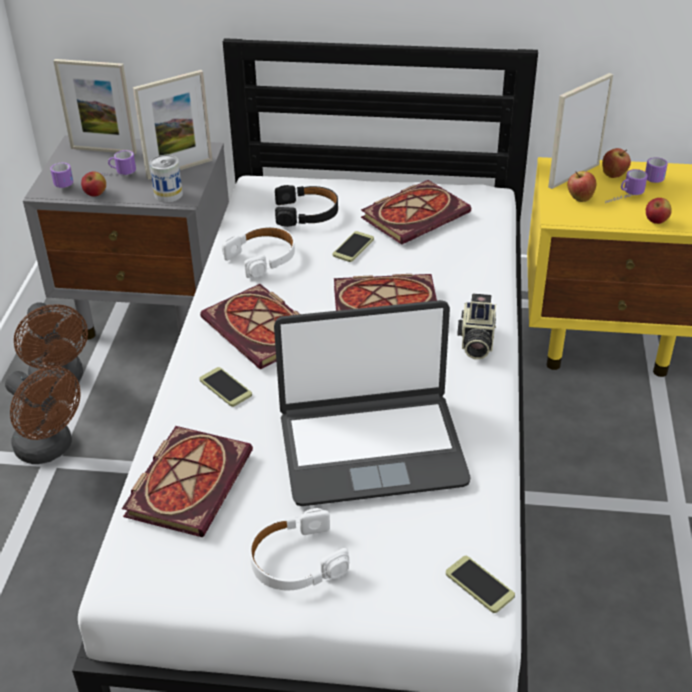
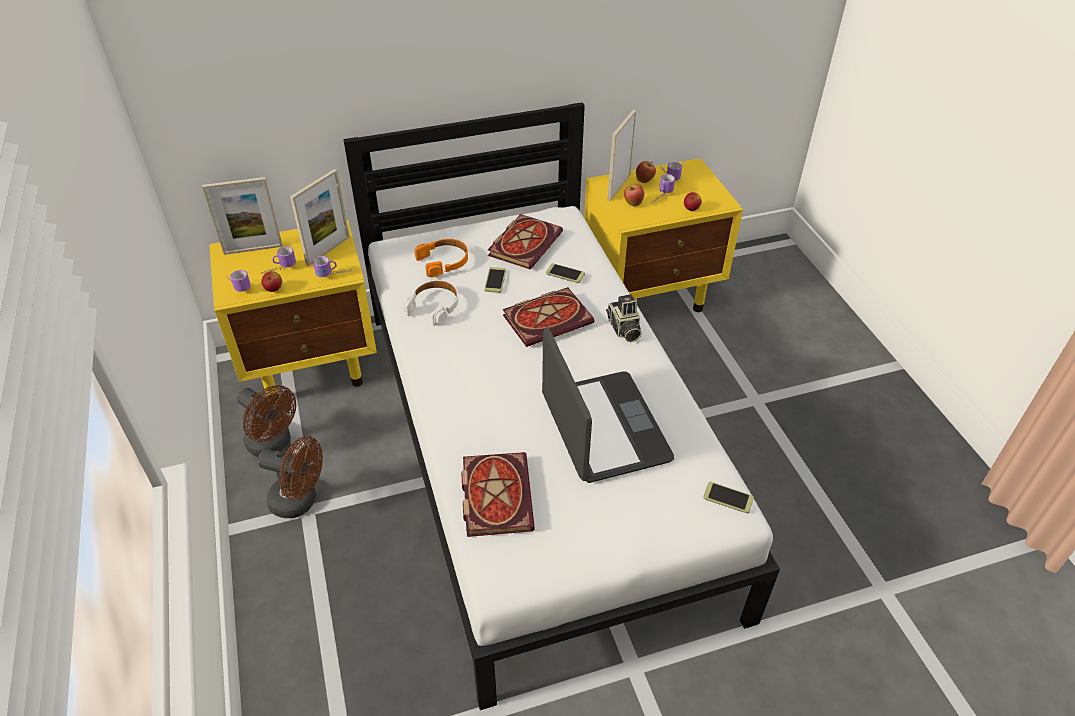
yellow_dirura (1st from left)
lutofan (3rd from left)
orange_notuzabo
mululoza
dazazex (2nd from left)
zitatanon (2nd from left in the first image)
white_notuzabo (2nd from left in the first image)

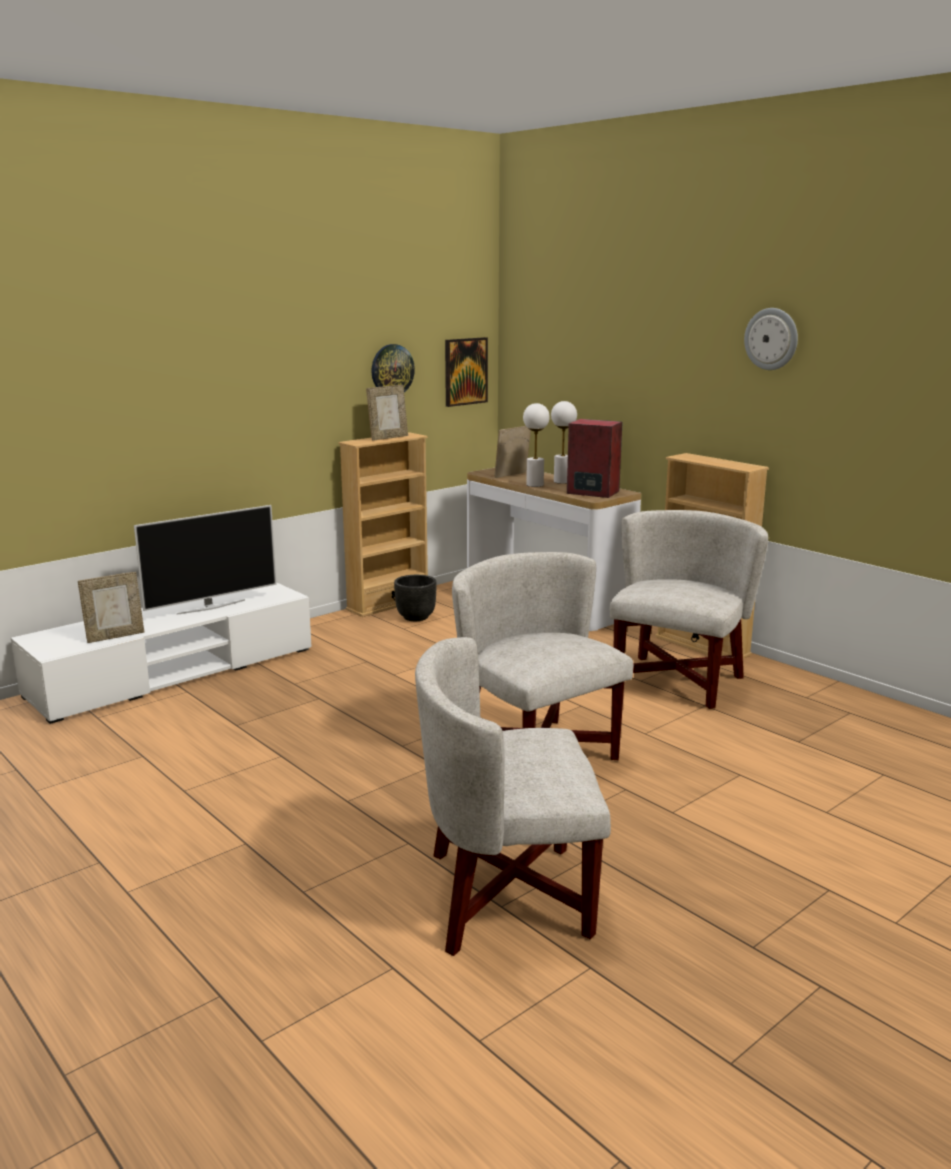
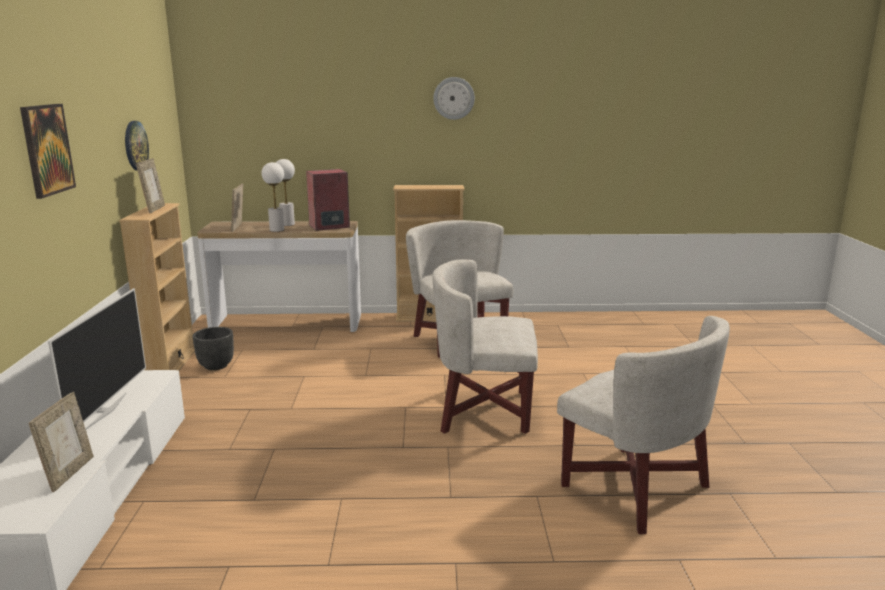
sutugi
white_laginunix (3rd from left)

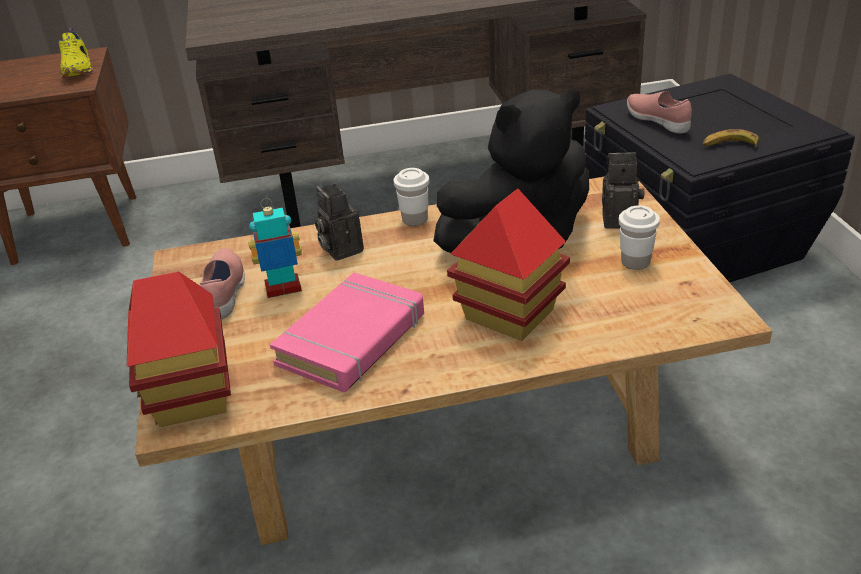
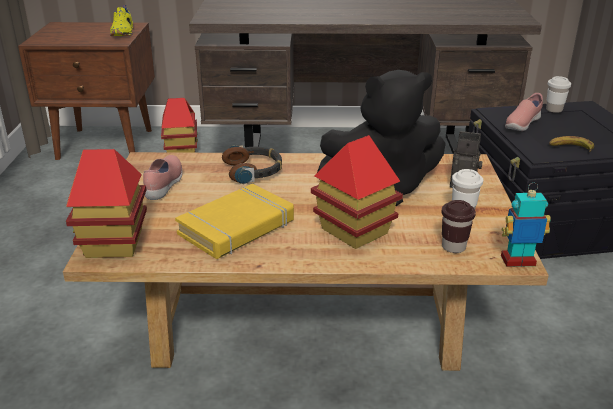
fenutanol (2nd from left)
yellow_zitatanon
notuzabo
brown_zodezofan
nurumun
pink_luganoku (2nd from left)
white_zodezofan (2nd from left)

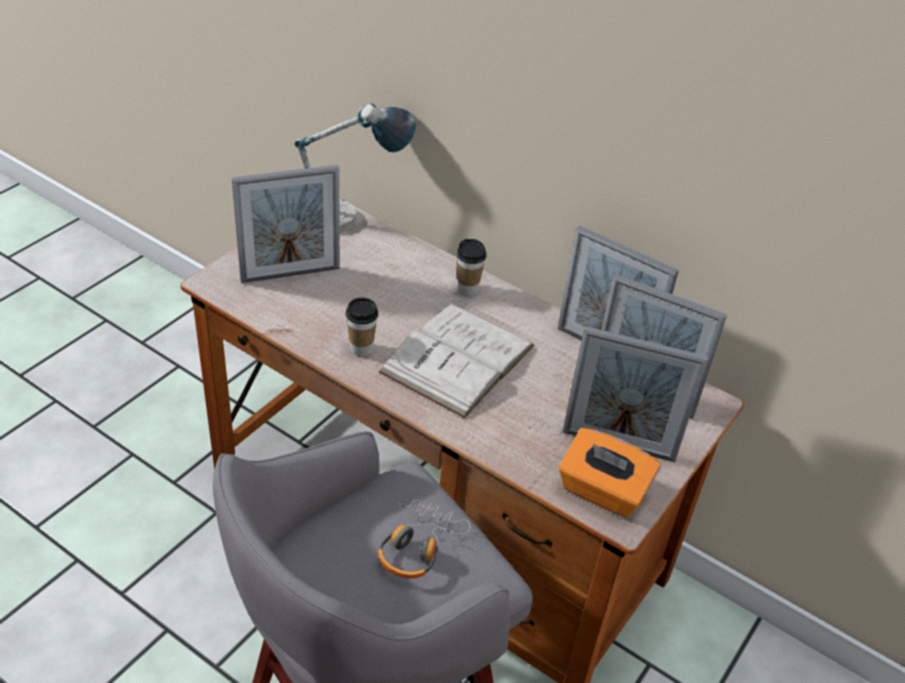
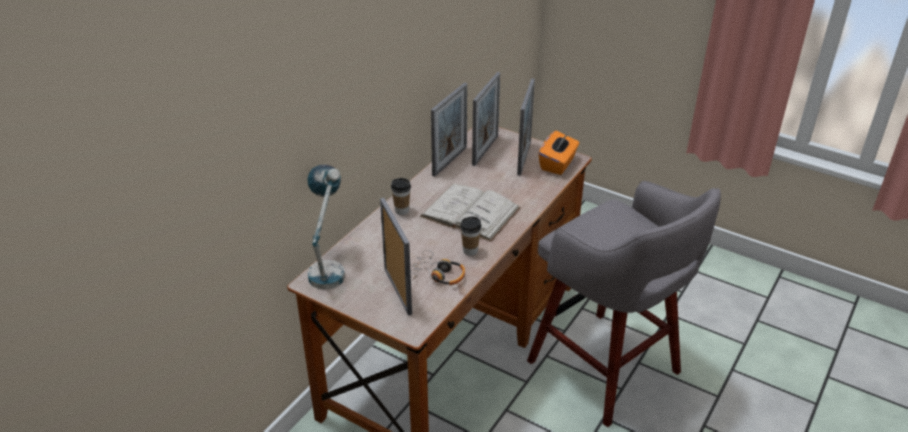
notuzabo

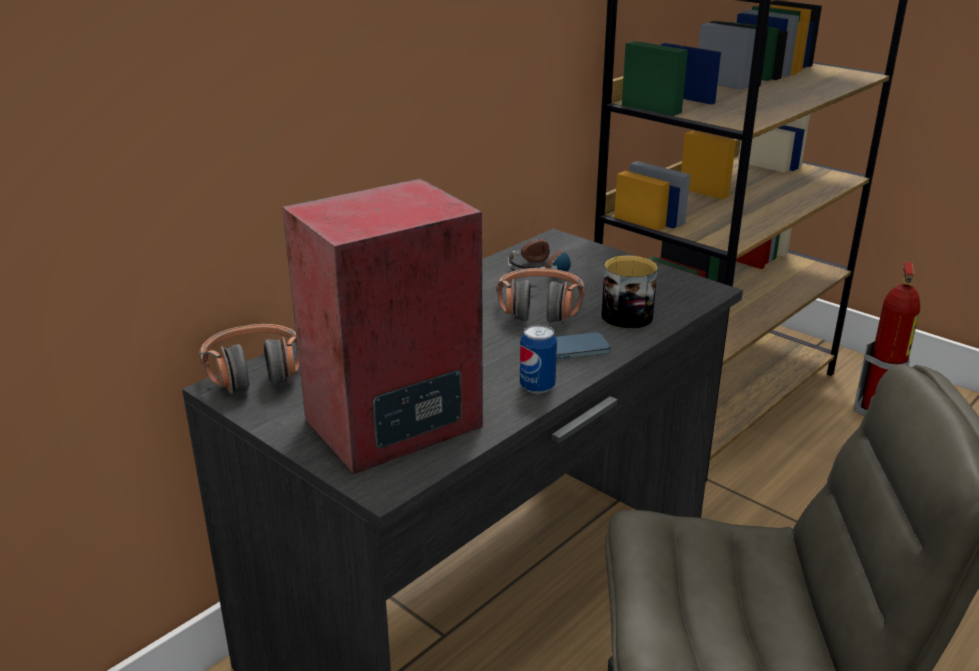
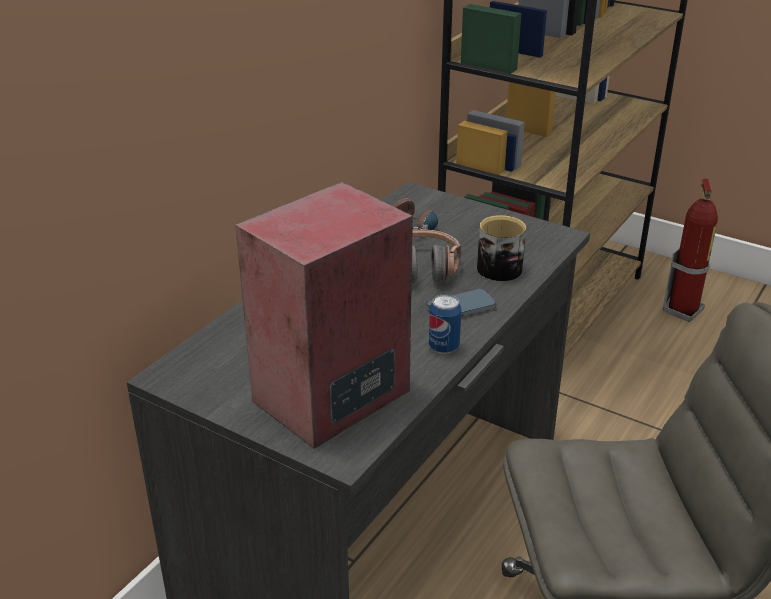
notuzabo (1st from left in the first image)

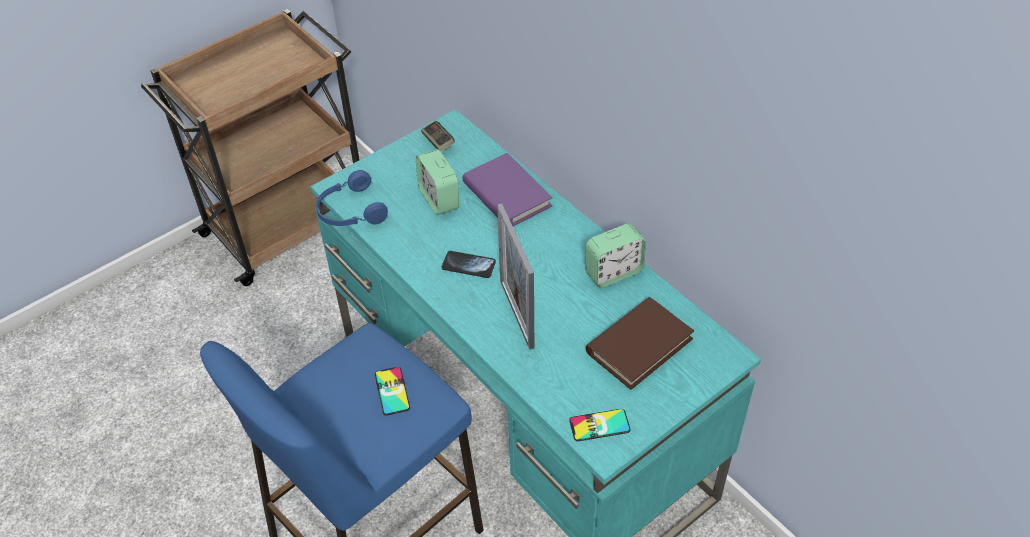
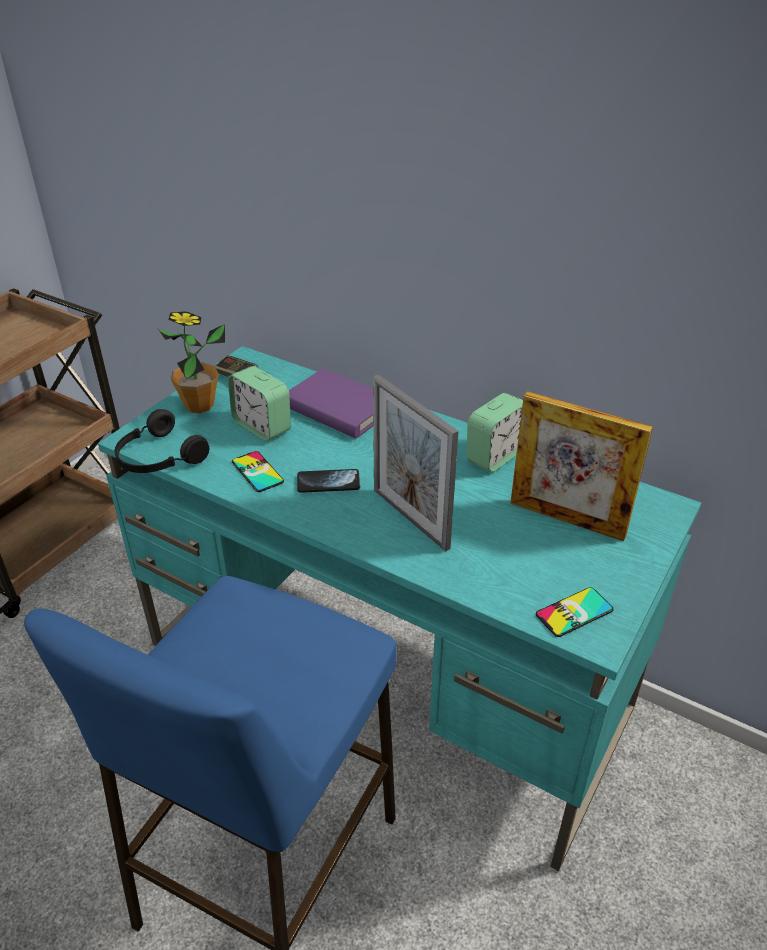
black_notuzabo
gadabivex
dazazex (1st from left)
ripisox (2nd from left)

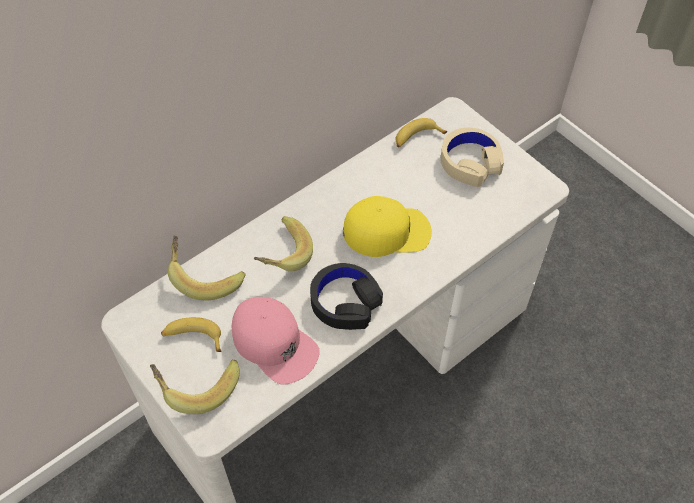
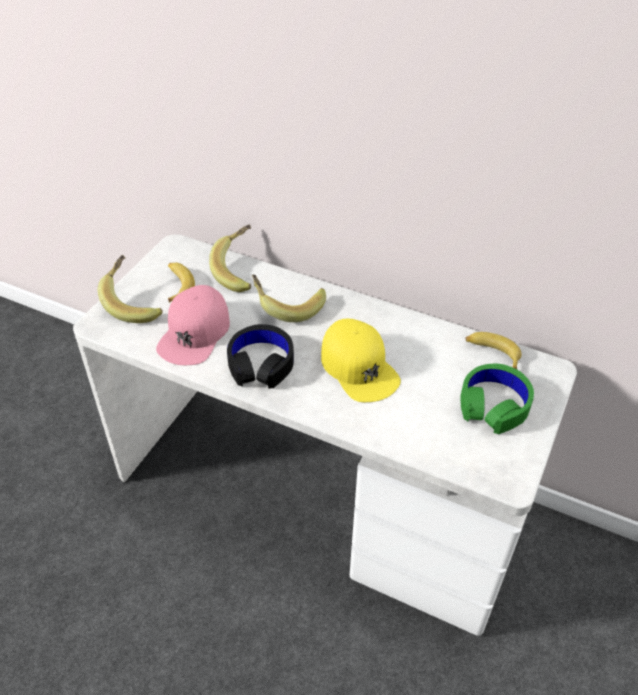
green_notuzabo

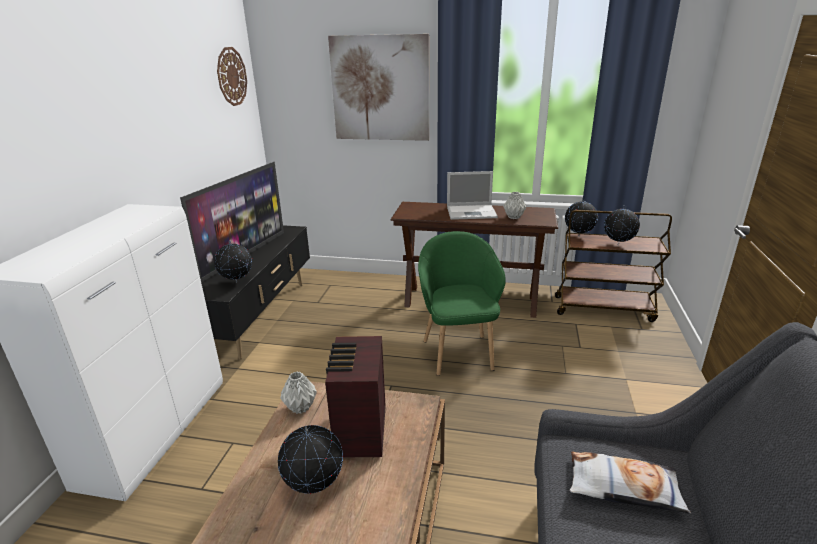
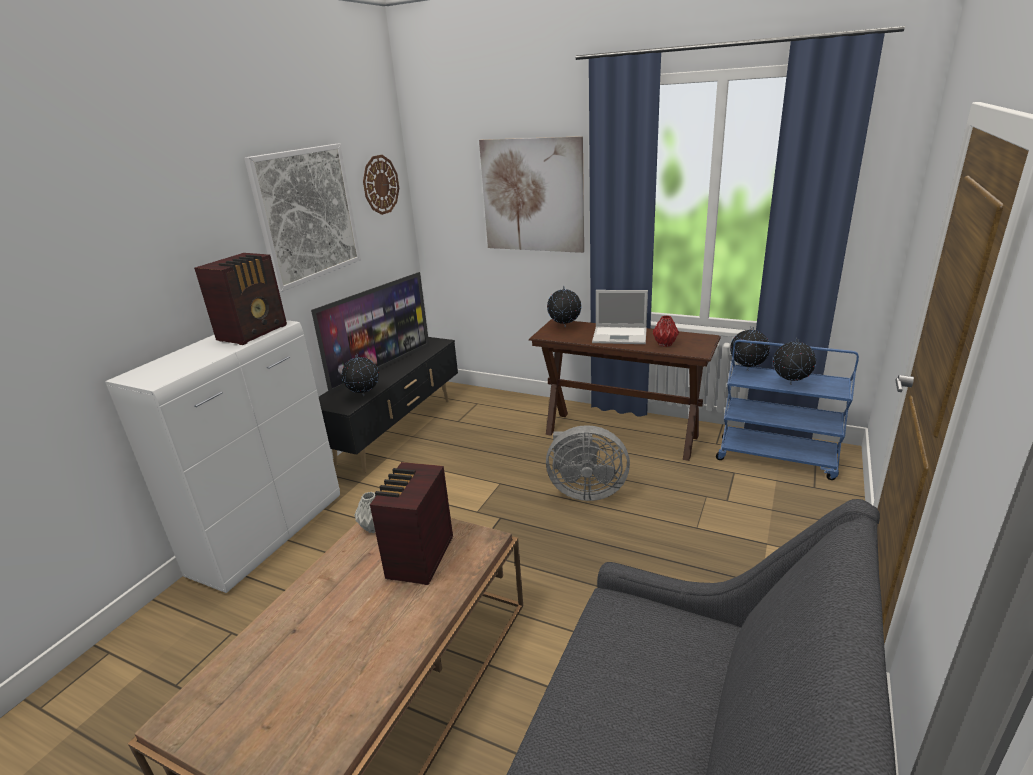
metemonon (1st from left)
sutugi (1st from left)
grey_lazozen
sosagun (2nd from left)
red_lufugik
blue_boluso
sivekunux

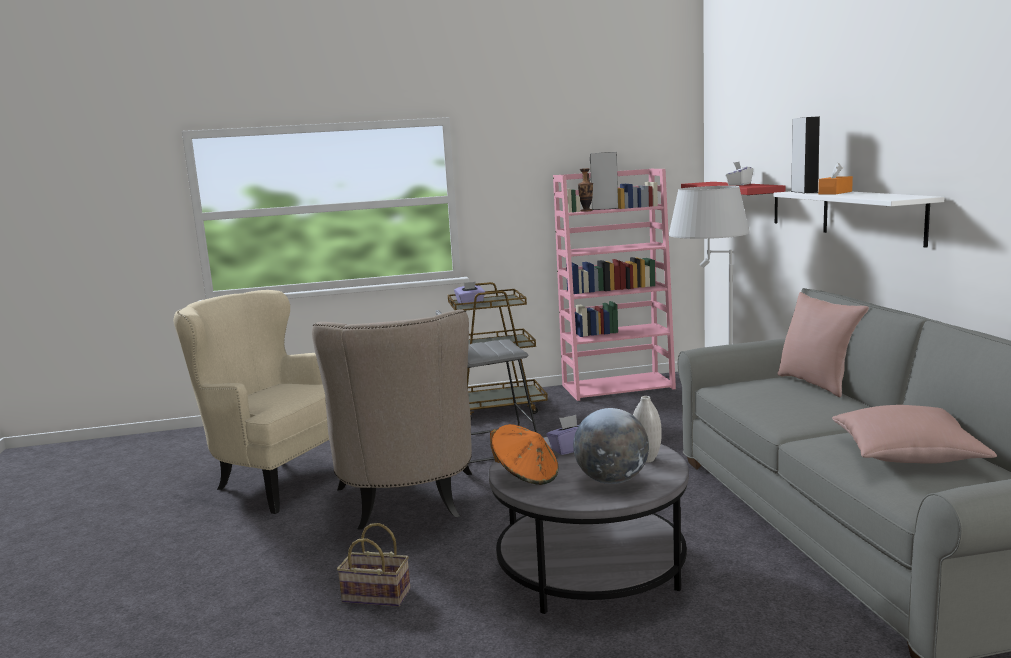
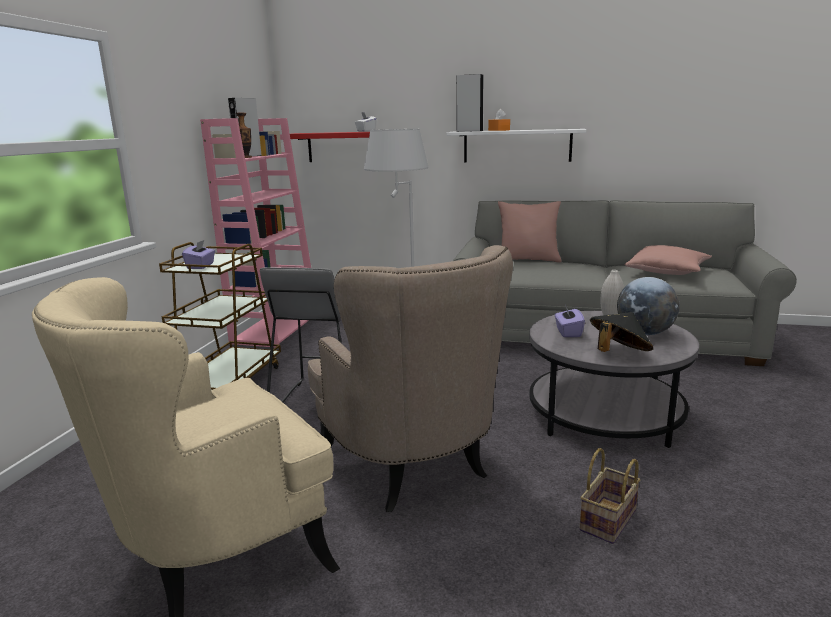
beige_laginunix (2nd from left)
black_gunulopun

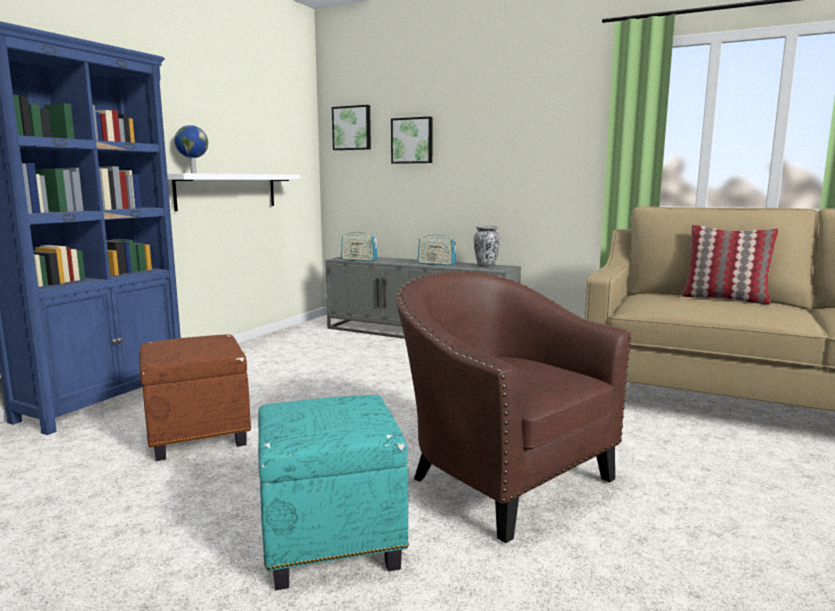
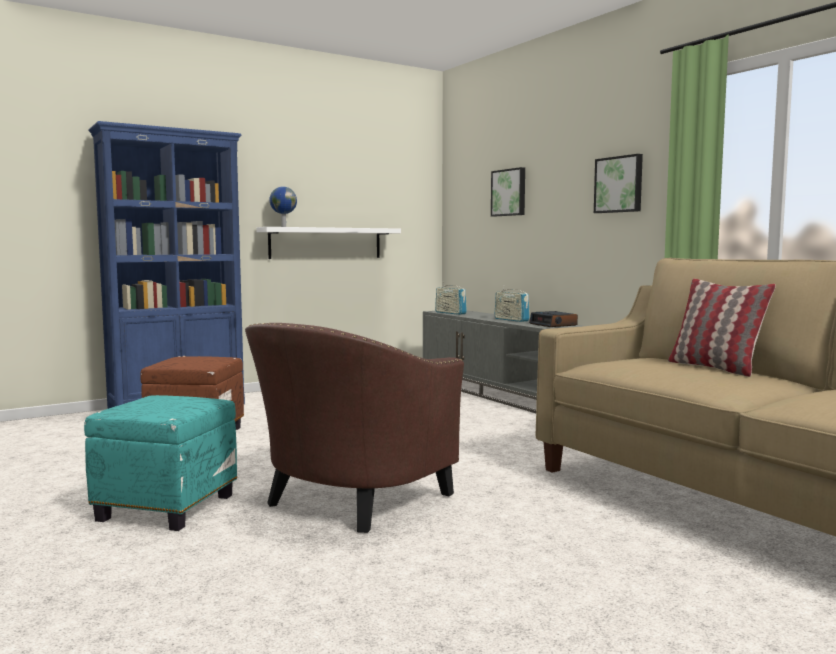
brown_laginunix
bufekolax
sutugi (2nd from left)

